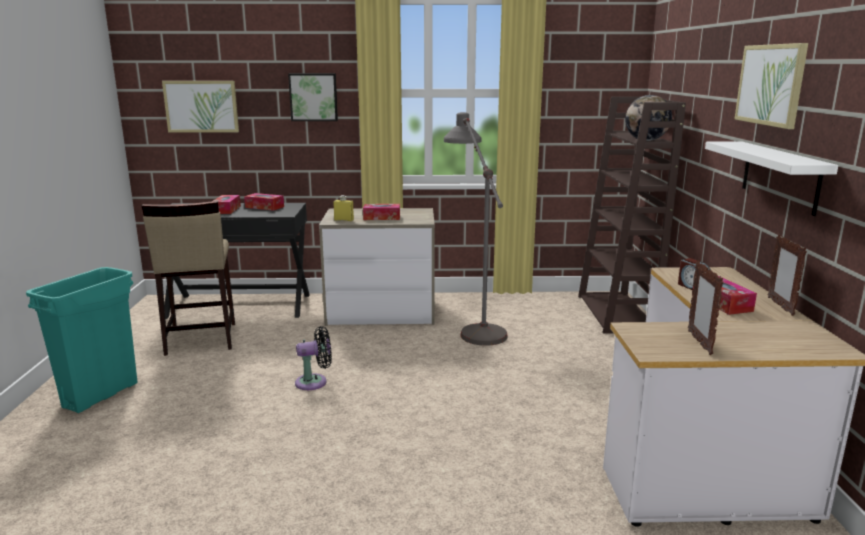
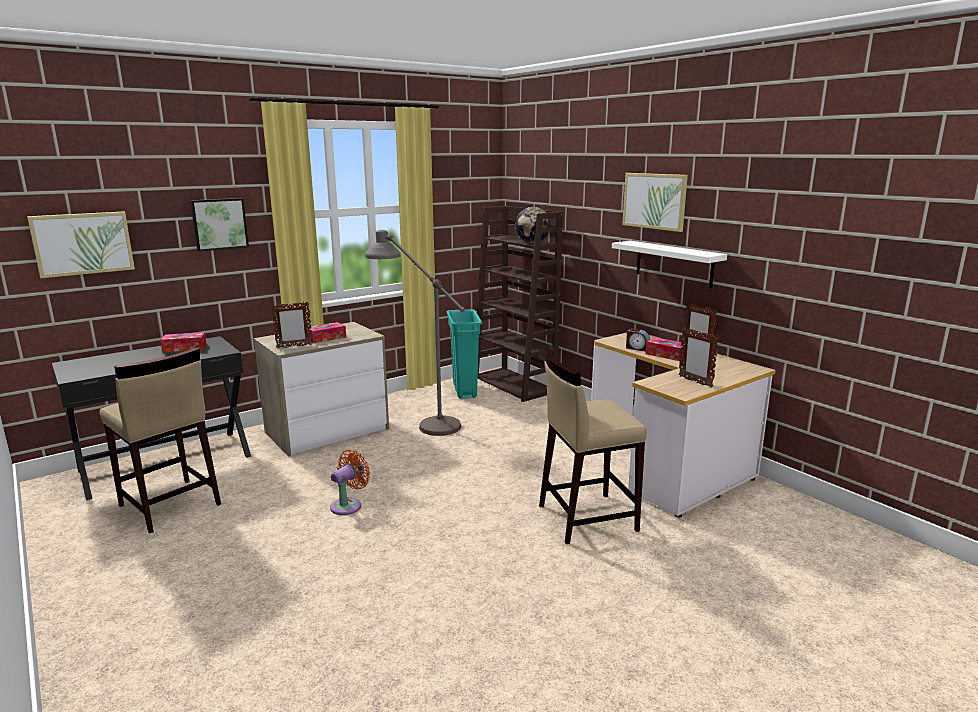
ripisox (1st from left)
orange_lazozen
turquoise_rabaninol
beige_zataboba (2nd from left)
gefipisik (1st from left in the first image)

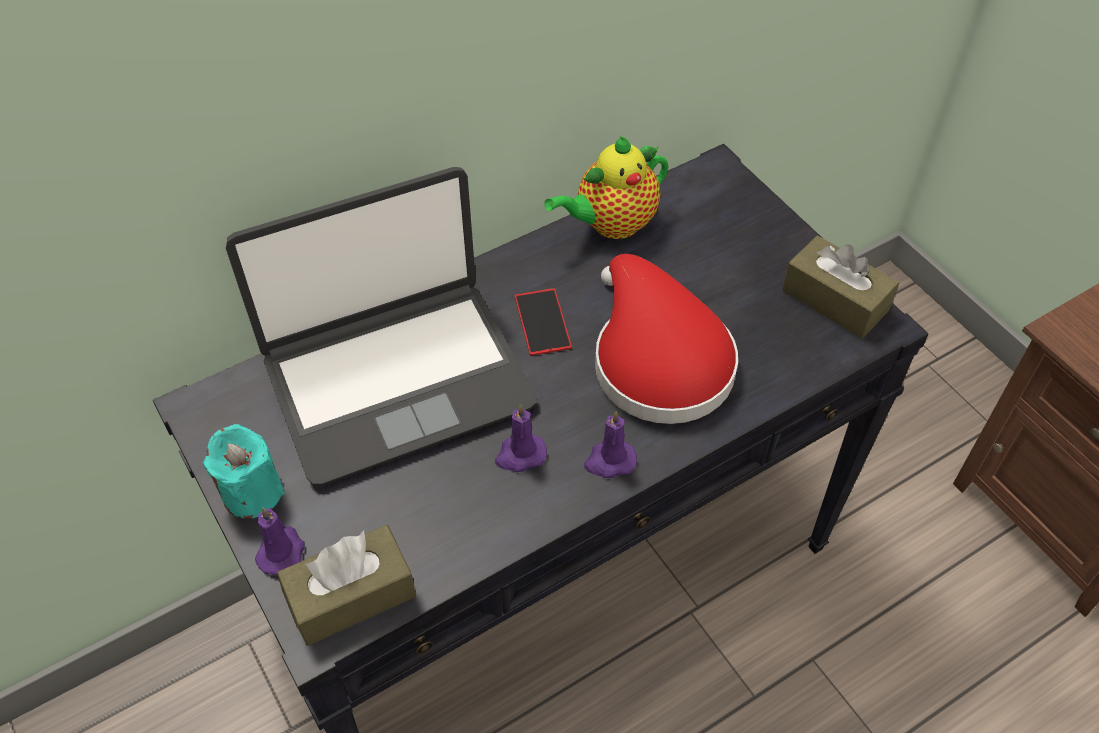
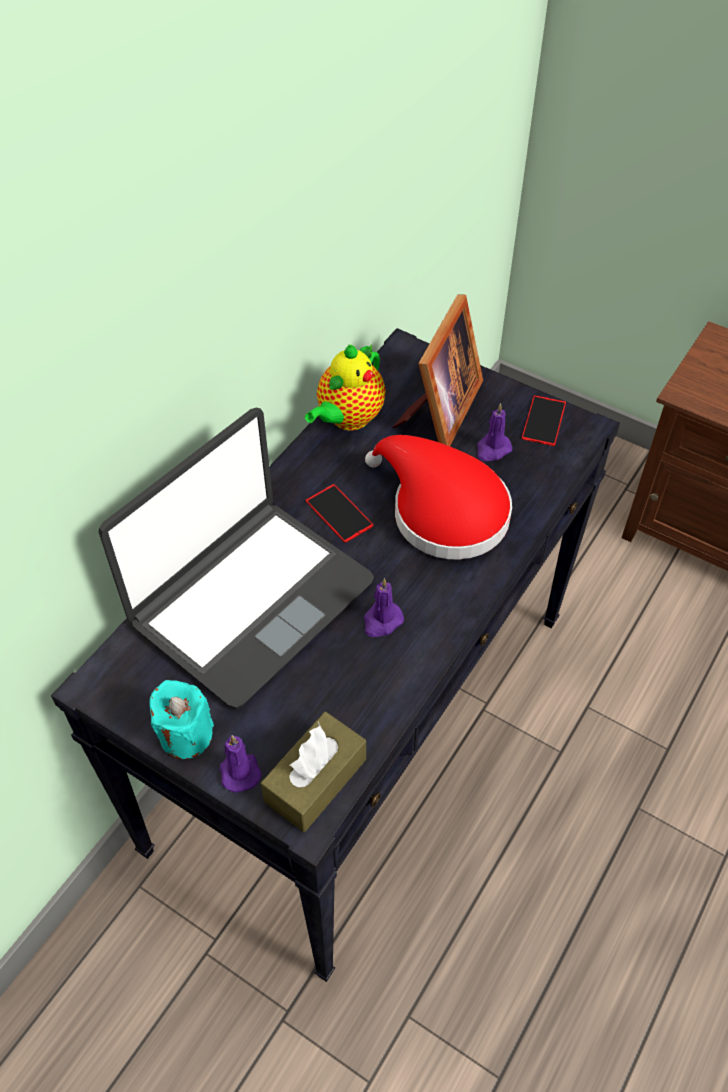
ripisox
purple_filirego (3rd from left)
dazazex (2nd from left)

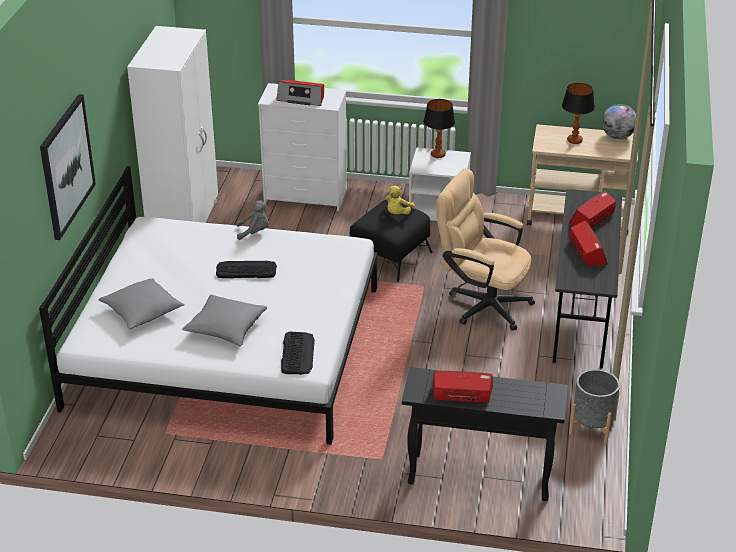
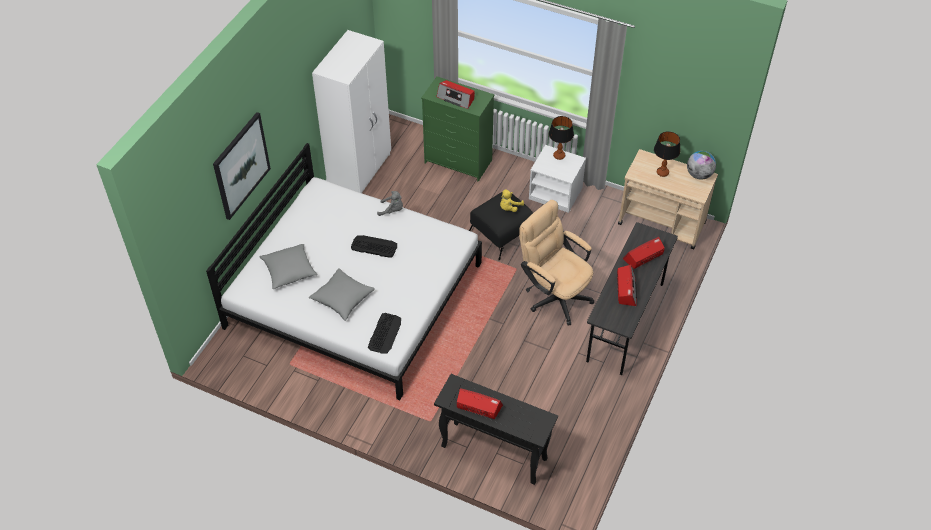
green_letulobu
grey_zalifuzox

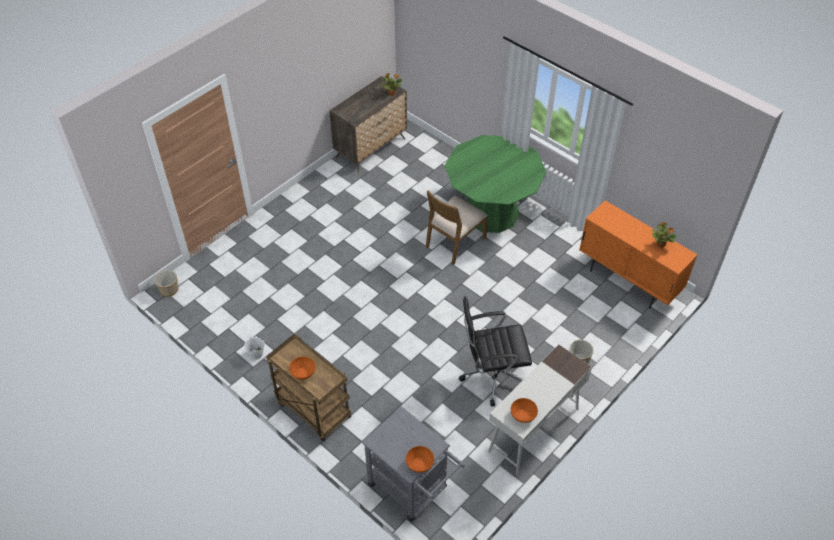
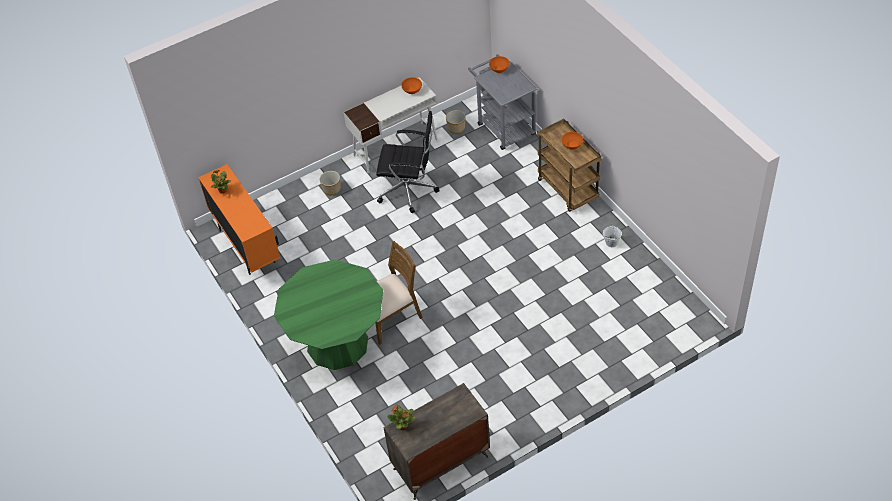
zalifuzox (2nd from left)

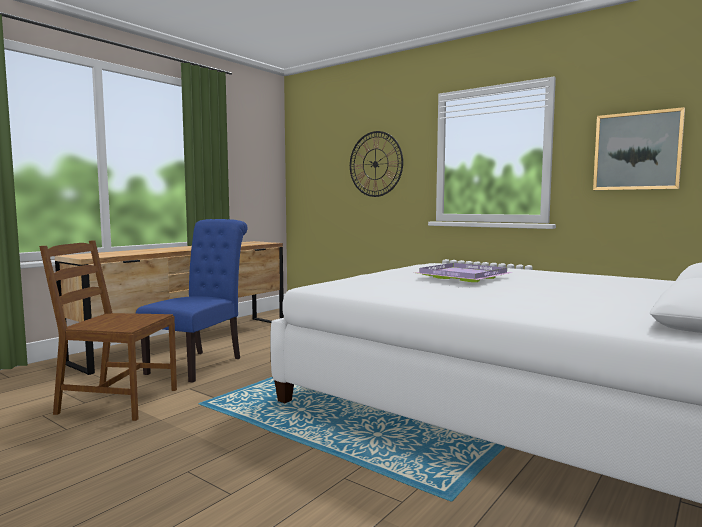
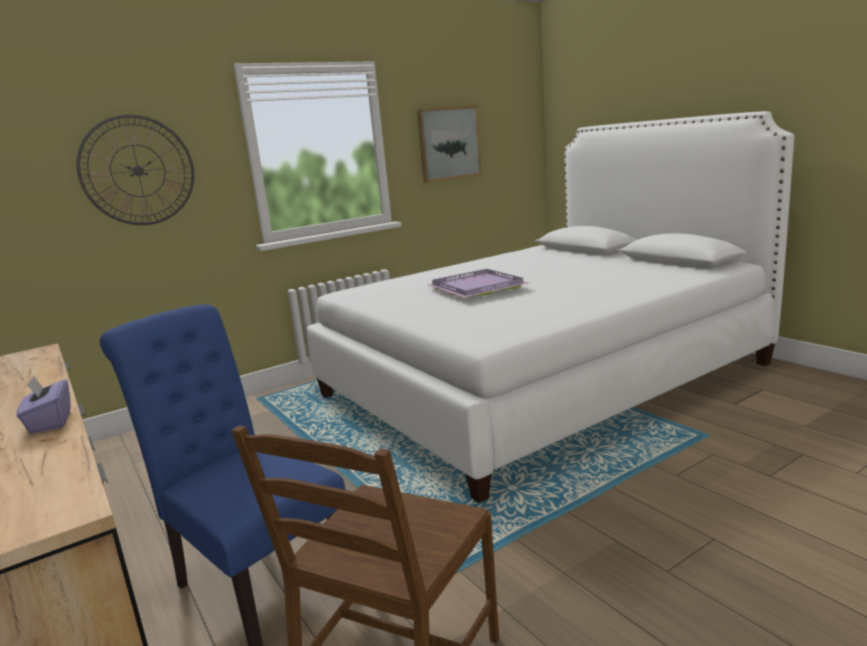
purple_gefipisik

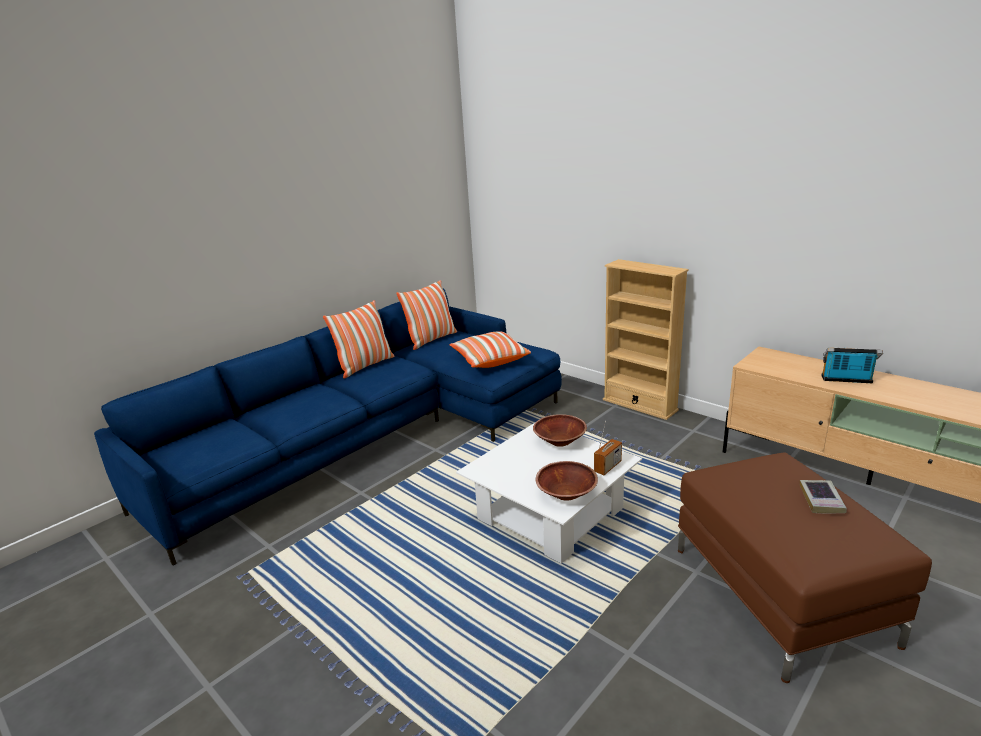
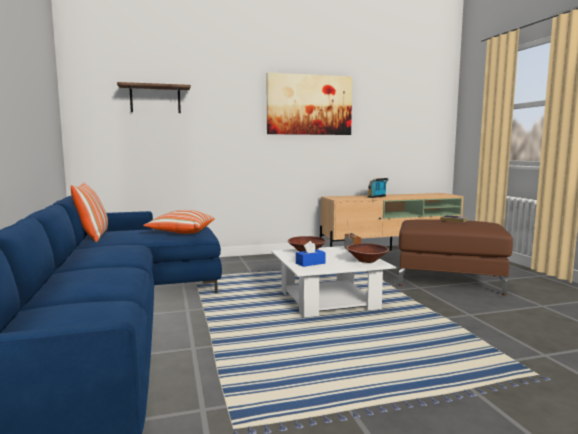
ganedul
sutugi
blue_gefipisik
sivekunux (1st from left in the first image)
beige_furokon

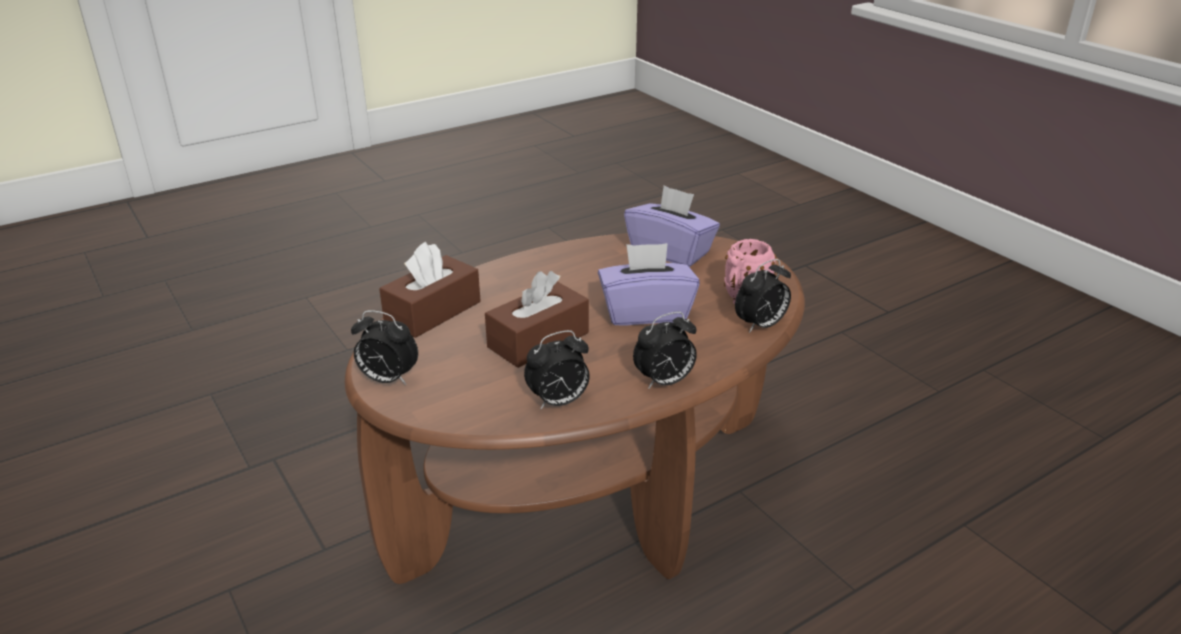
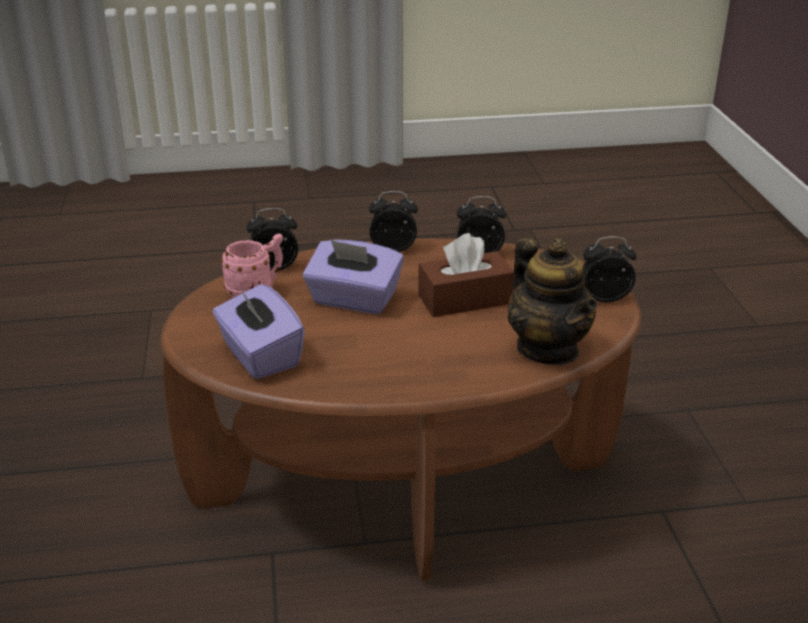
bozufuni
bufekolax (4th from left)

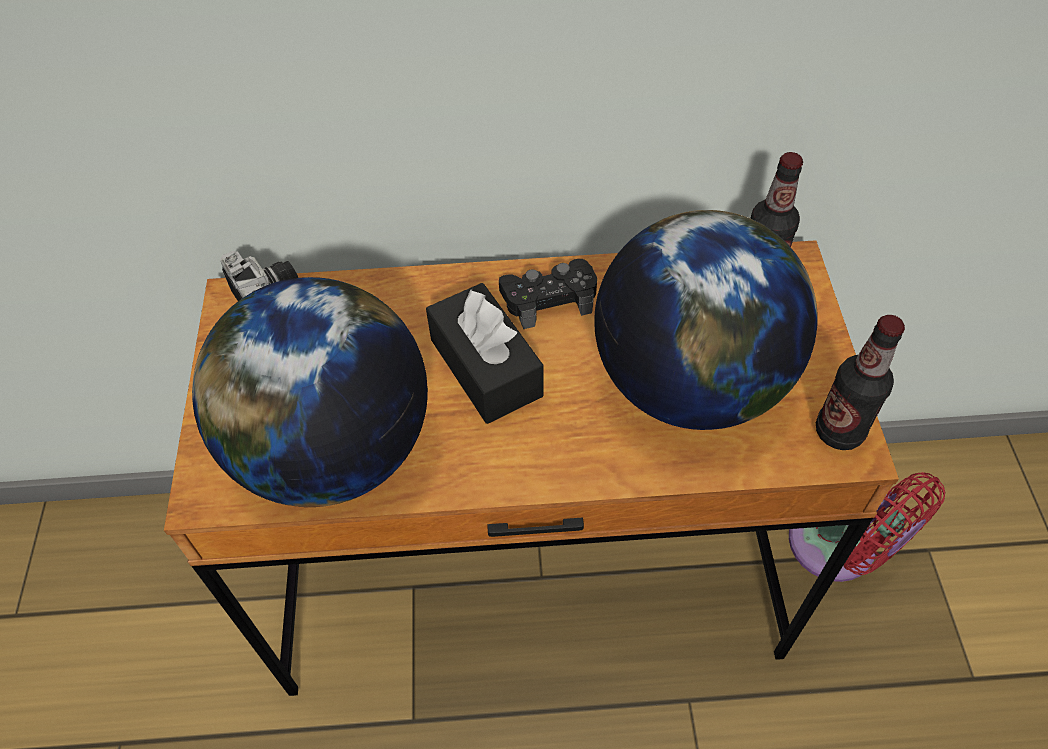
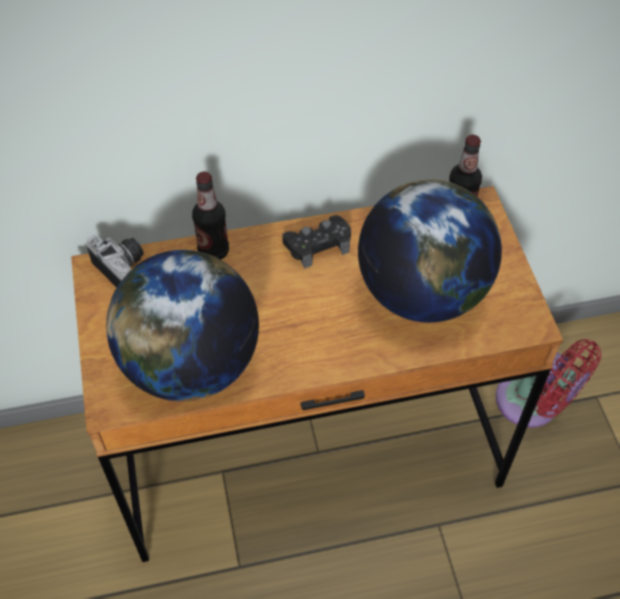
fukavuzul (1st from left)
black_gefipisik

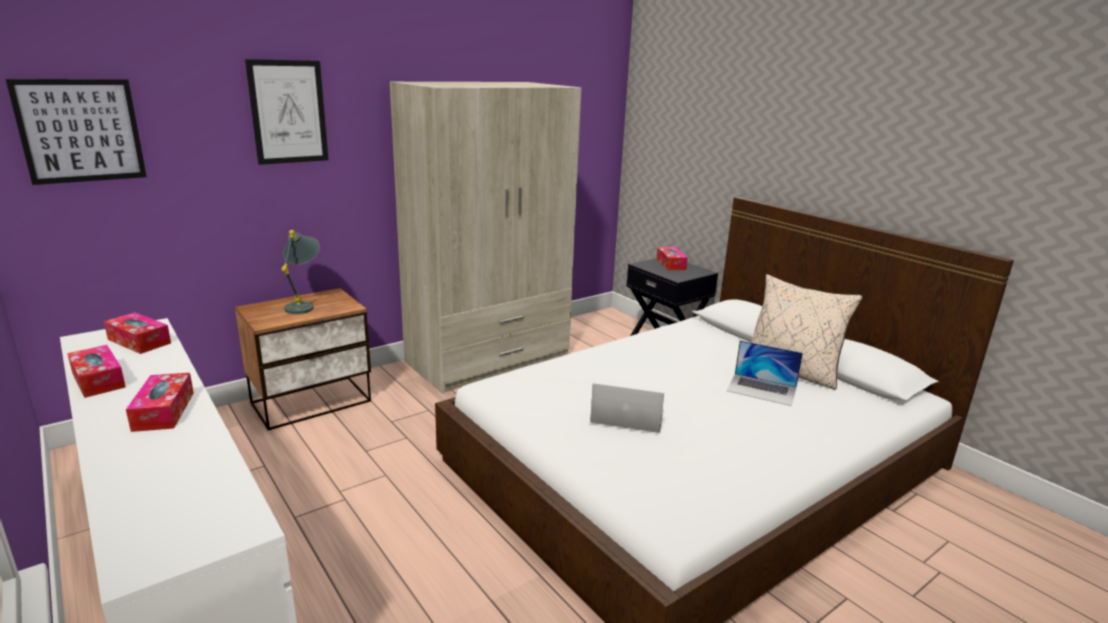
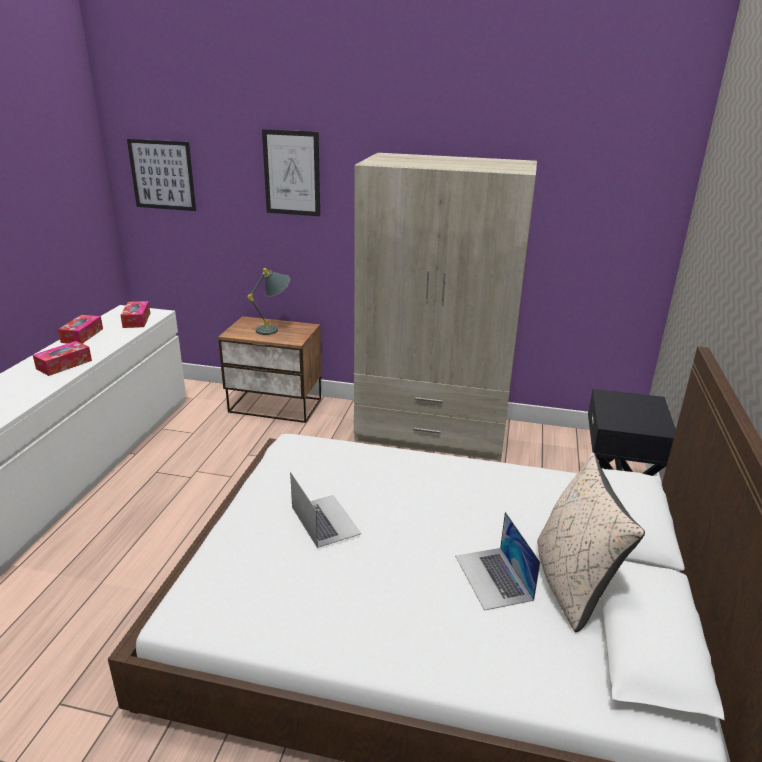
gefipisik (4th from left in the first image)

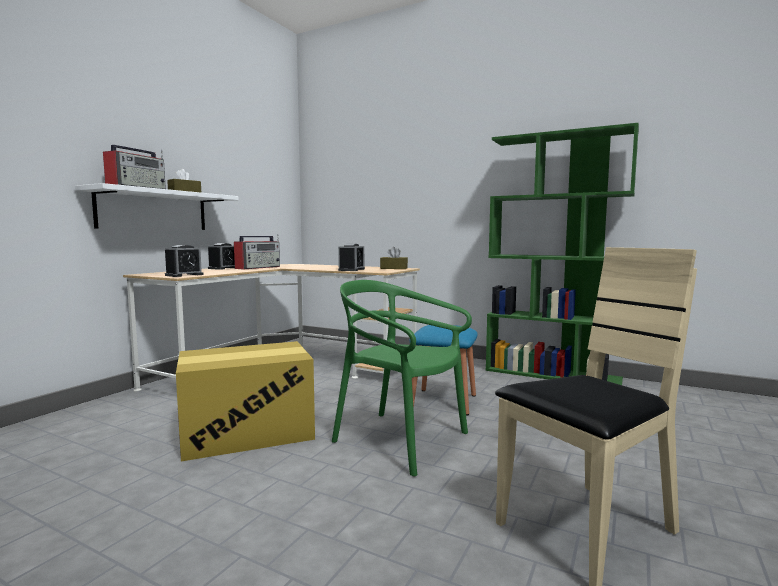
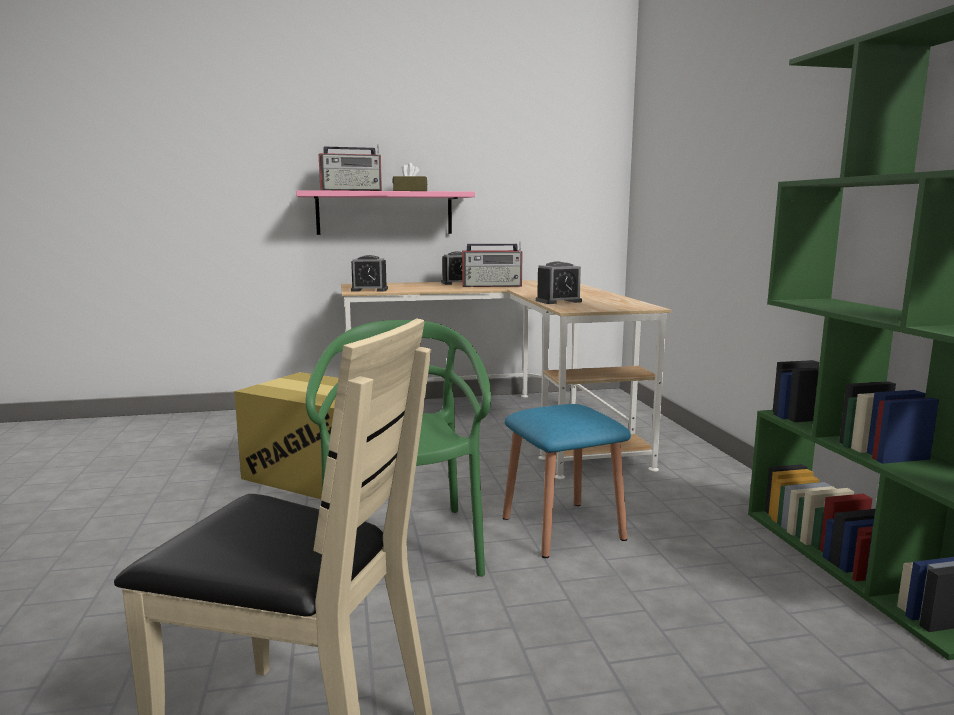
pink_ganedul
brown_gefipisik (2nd from left in the first image)

